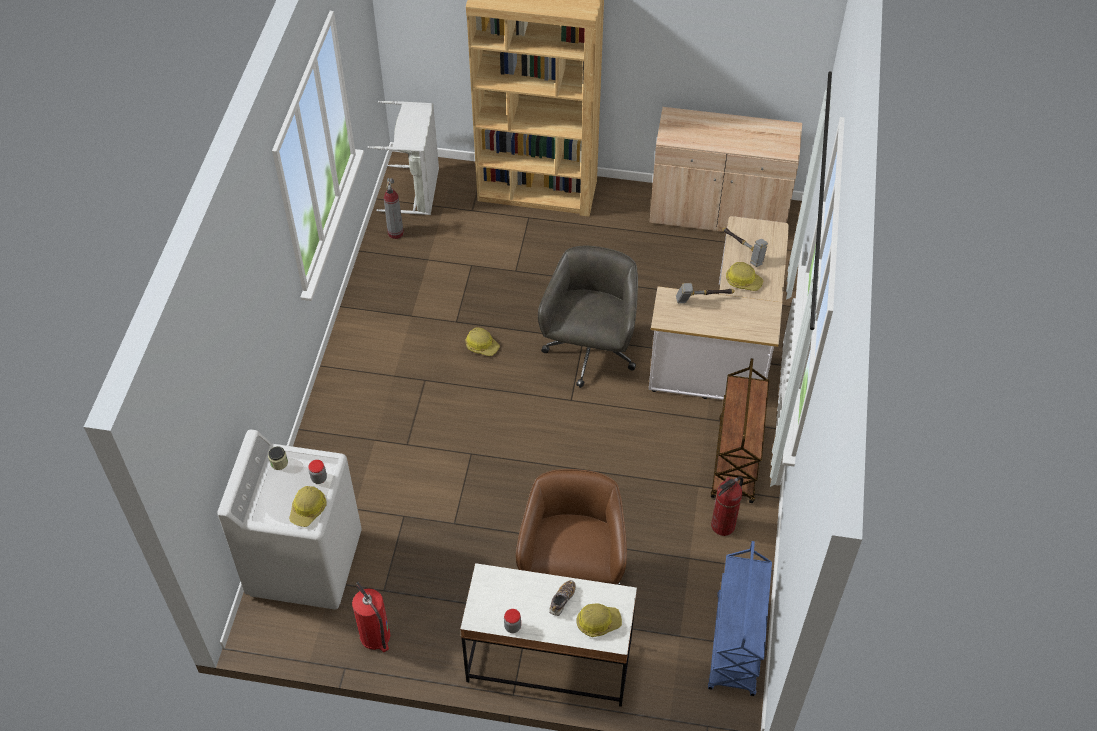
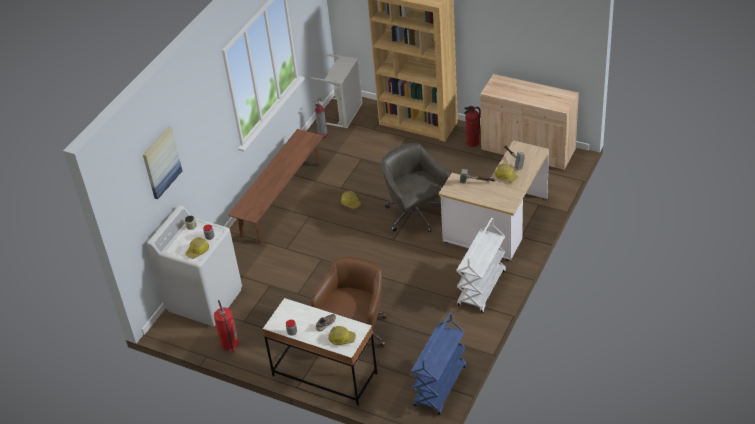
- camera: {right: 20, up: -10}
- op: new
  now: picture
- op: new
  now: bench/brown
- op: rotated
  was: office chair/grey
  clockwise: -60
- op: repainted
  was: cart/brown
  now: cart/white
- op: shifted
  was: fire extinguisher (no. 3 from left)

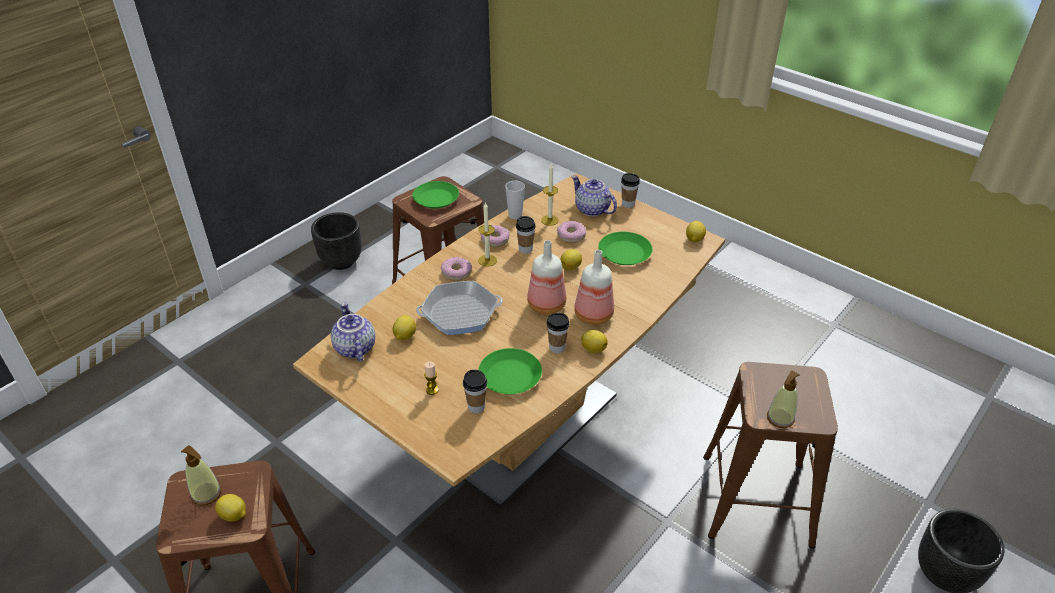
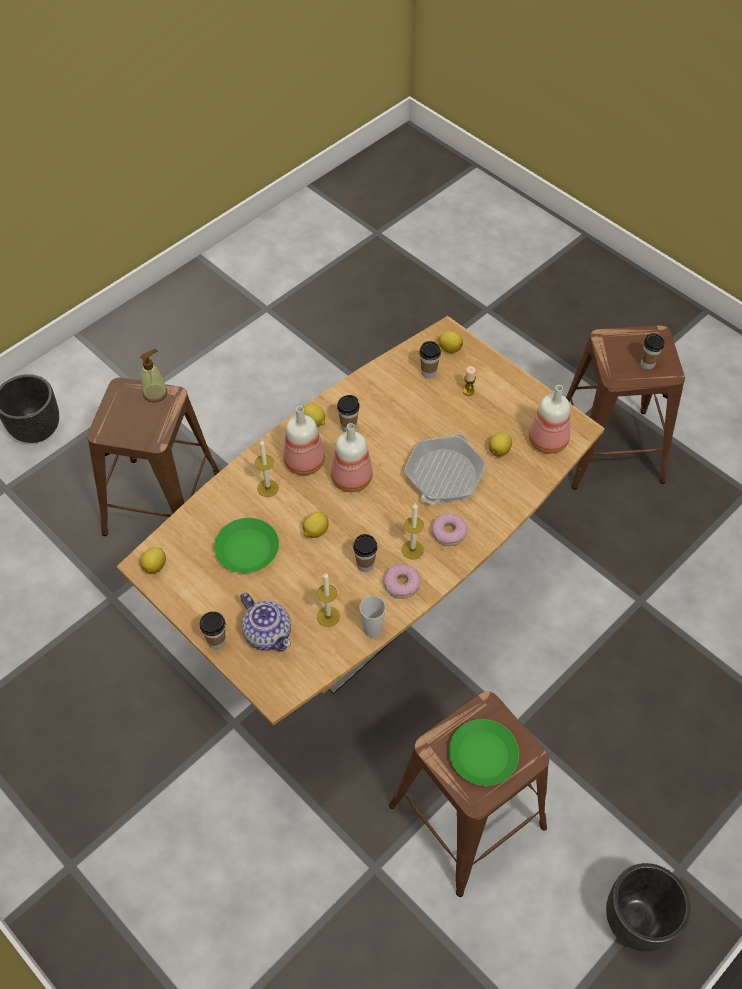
- camera: {right: -175, up: 15}
- op: new
  now: candle (no. 1 from left)
- op: rotated
  was: frying pan
  clockwise: -60
- op: shifted
  was: lemon (no. 1 from left in the first image)
  now: lemon (no. 4 from left)
- op: swapped
  was: teapot (no. 1 from left)
  now: bottle (no. 3 from left)
- op: swapped
  was: soap dispenser (no. 1 from left)
  now: cup (no. 6 from left)
- op: gone
  was: plate/green (no. 2 from left)
- op: gone
  was: donut (no. 3 from left)

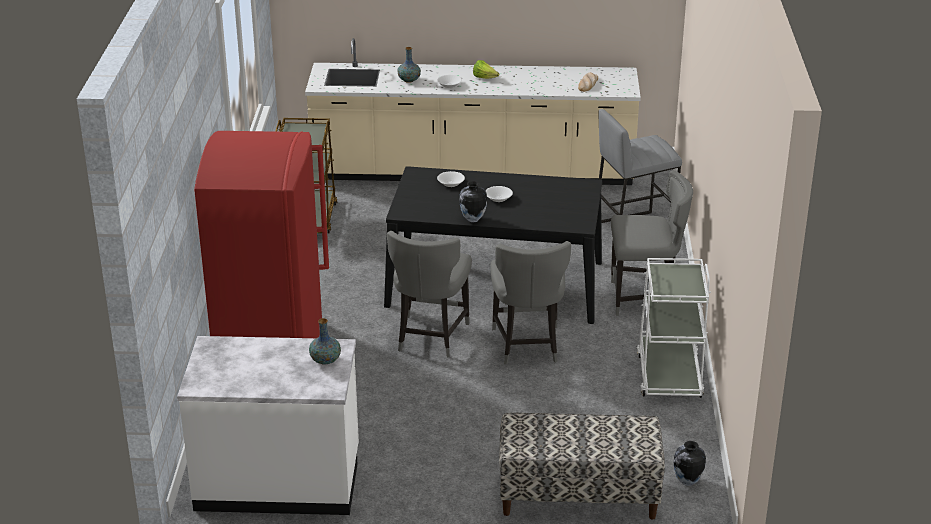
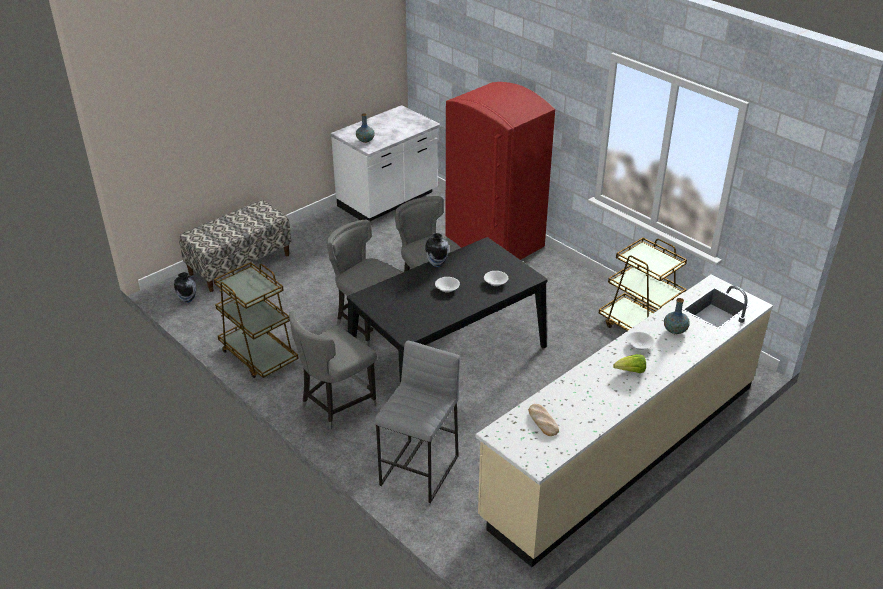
- camera: {right: 135, up: 5}
- op: repainted
  was: cart/white
  now: cart/brown (no. 1 from left)

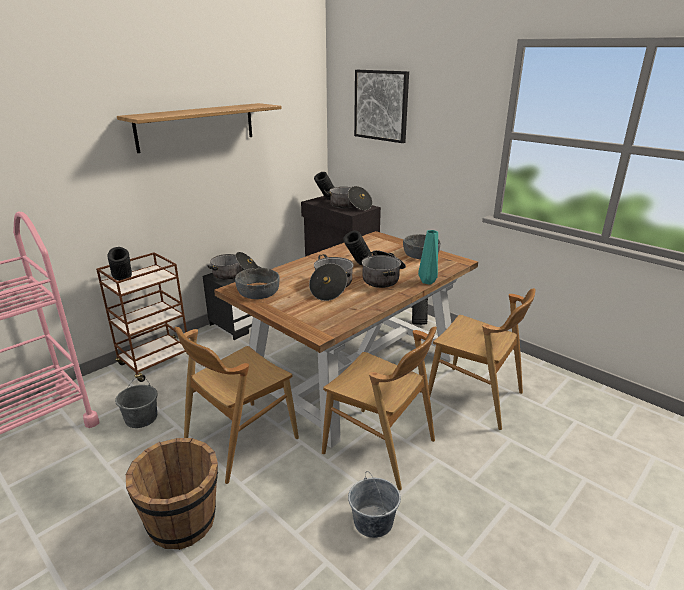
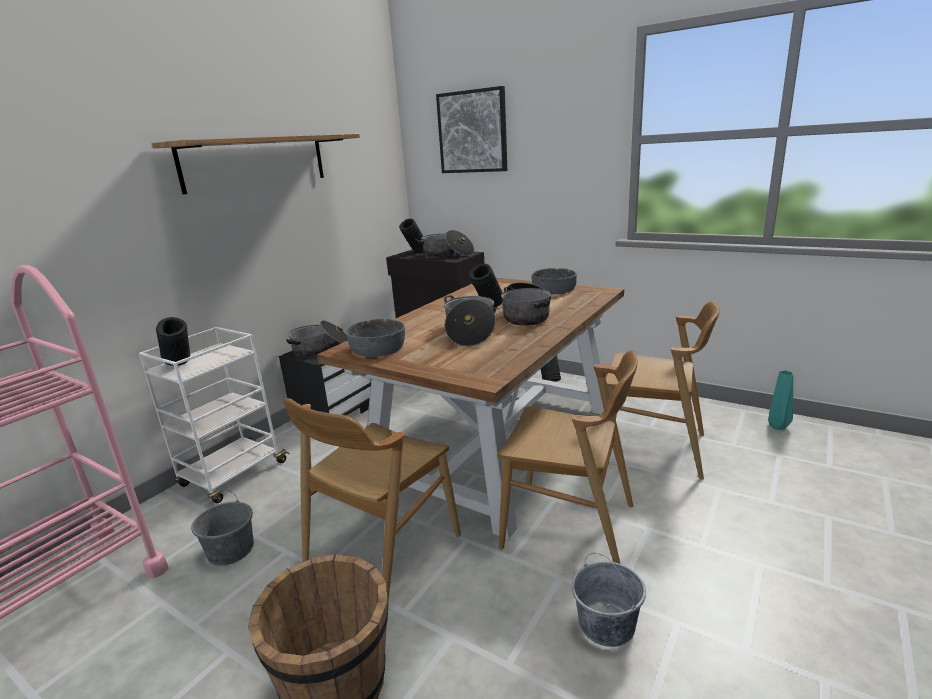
- camera: {right: -10, up: -5}
- op: repainted
  was: cart/brown
  now: cart/white
- op: shifted
  was: vase/turquoise

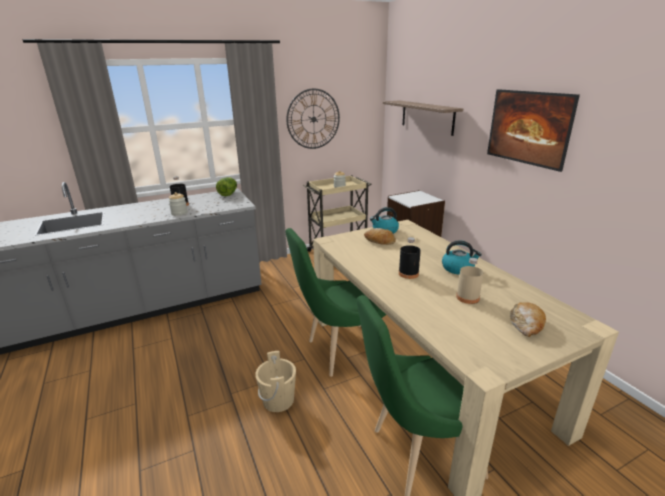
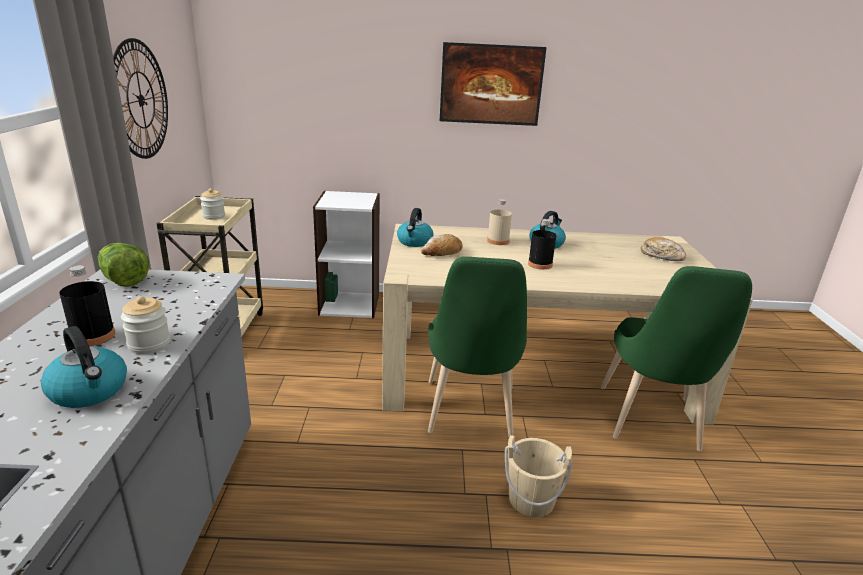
- camera: {right: -65, up: 0}
- op: new
  now: kettle (no. 1 from left)
- op: shifted
  was: bottle/beige
- op: gone
  was: shelf

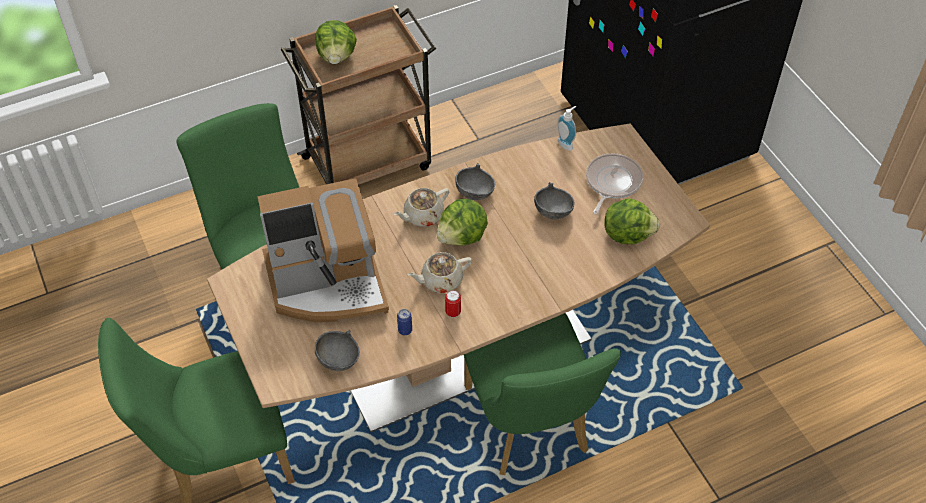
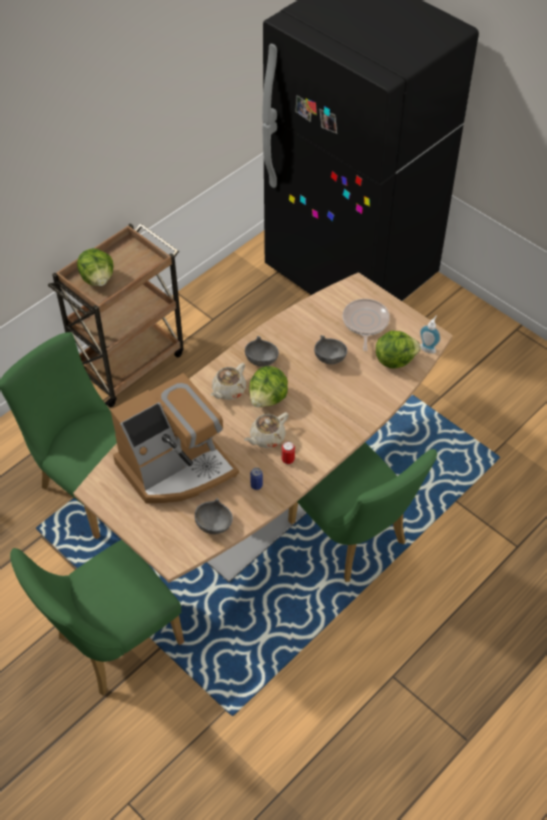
- camera: {right: -20, up: 0}
- op: shifted
  was: soap dispenser

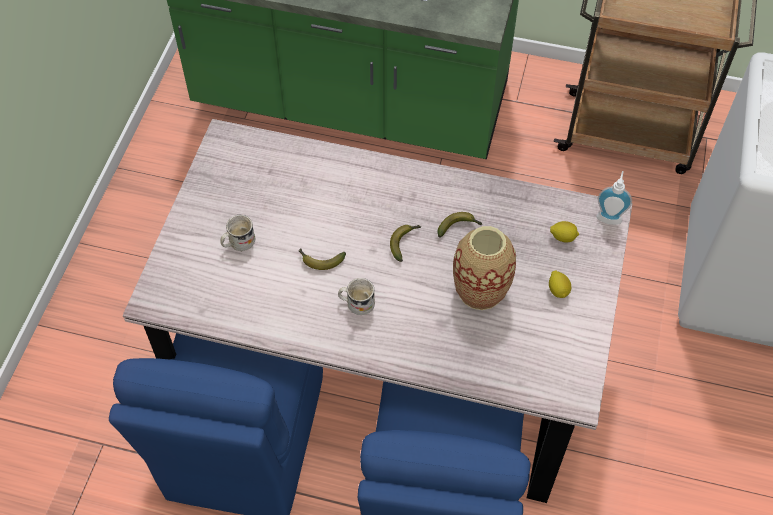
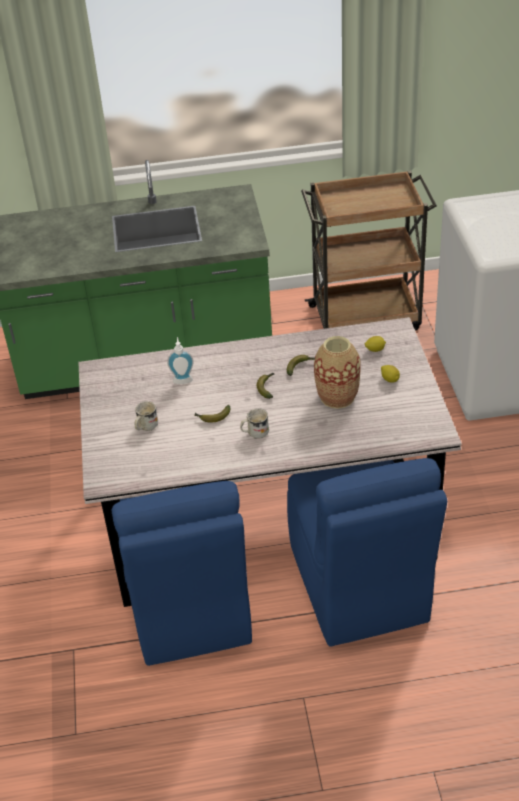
- camera: {right: -20, up: -15}
- op: shifted
  was: soap dispenser

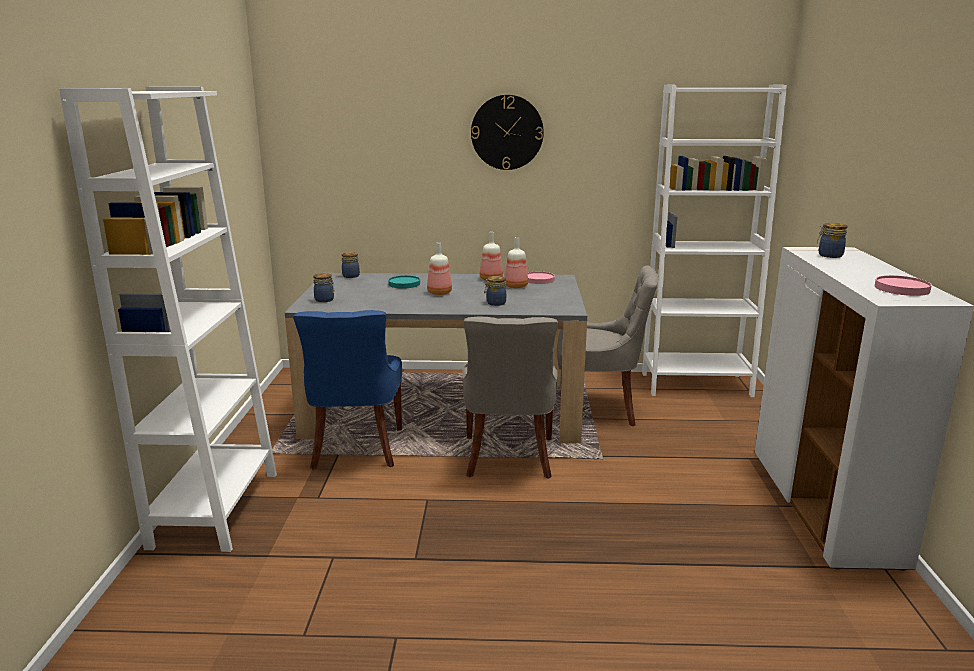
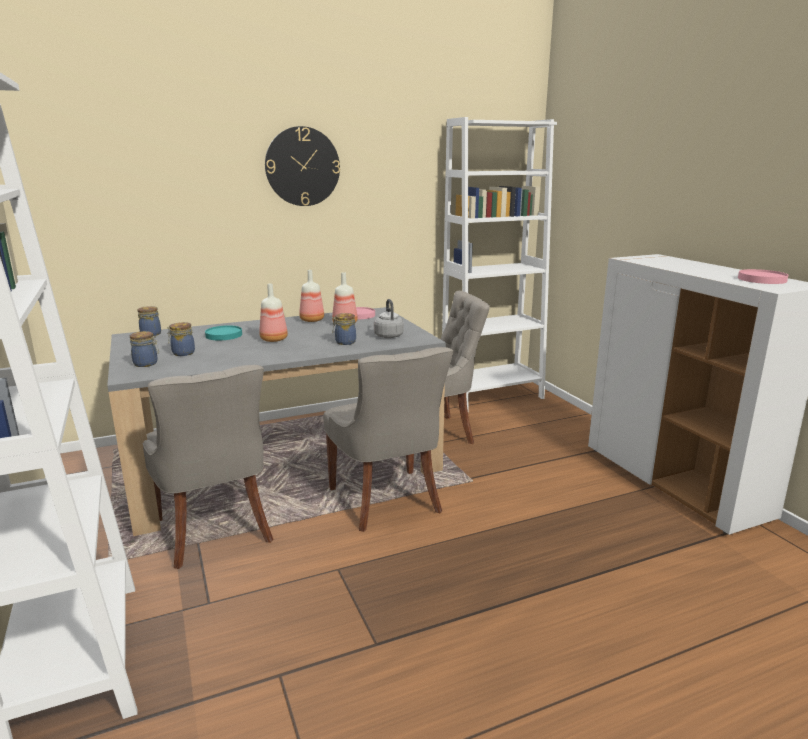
- camera: {right: -25, up: 0}
- op: repainted
  was: chair/blue
  now: chair/grey (no. 1 from left)
- op: shifted
  was: jar (no. 4 from left in the first image)
  now: jar (no. 3 from left)
- op: new
  now: kettle/grey

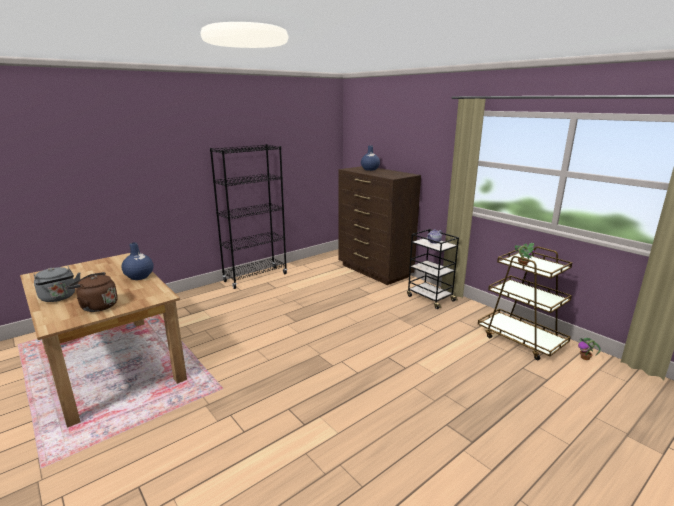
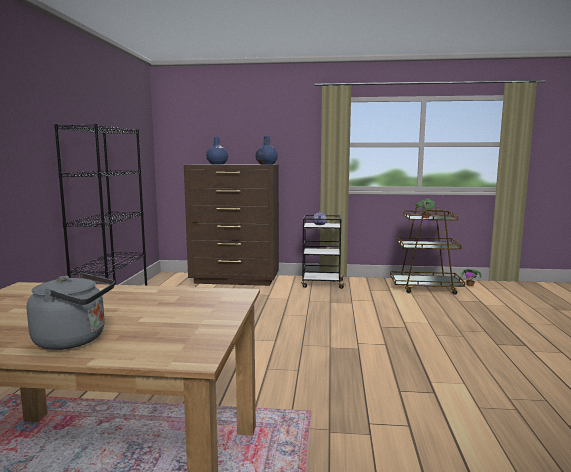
- camera: {right: -45, up: -10}
- op: shifted
  was: vase/blue (no. 1 from left in the first image)
  now: vase/blue (no. 2 from left)
- op: gone
  was: kettle/brown

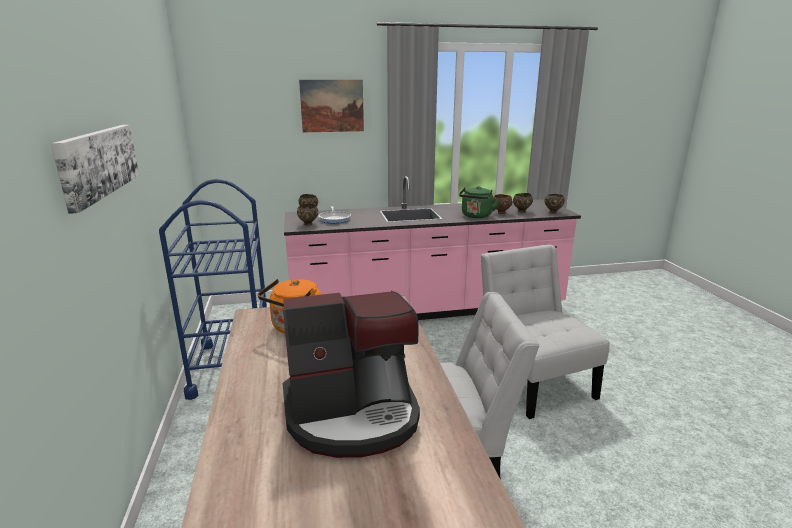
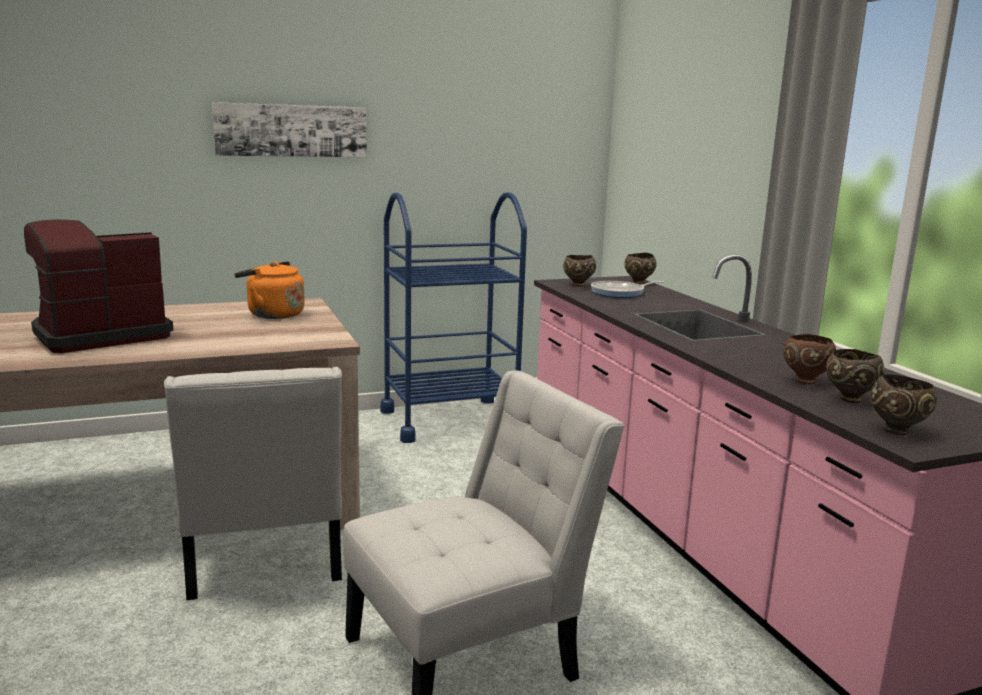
- camera: {right: 80, up: -5}
- op: rotated
  was: coffee machine
  clockwise: 75
- op: gone
  was: picture (no. 2 from left)
- op: gone
  was: kettle/green

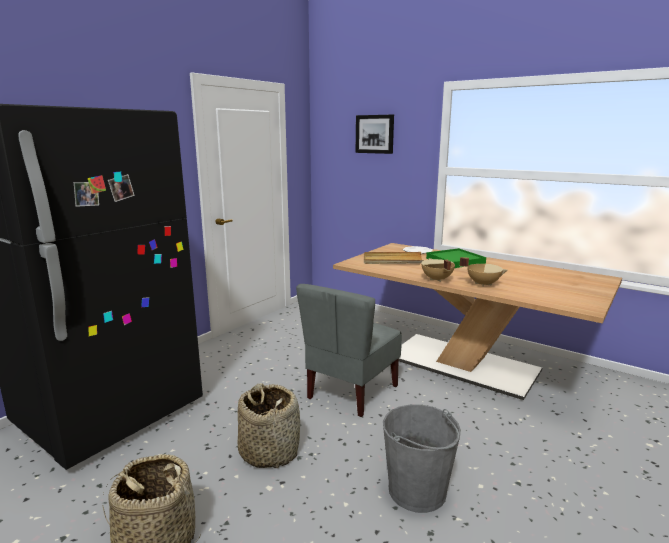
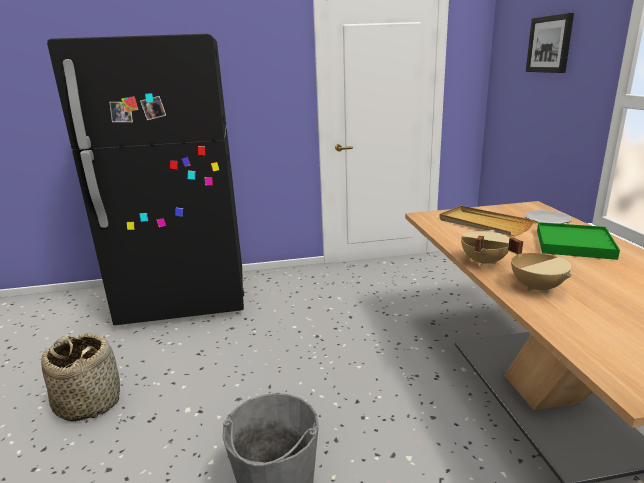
- camera: {right: 45, up: 5}
- op: gone
  was: basket (no. 2 from left)
- op: gone
  was: chair/grey

